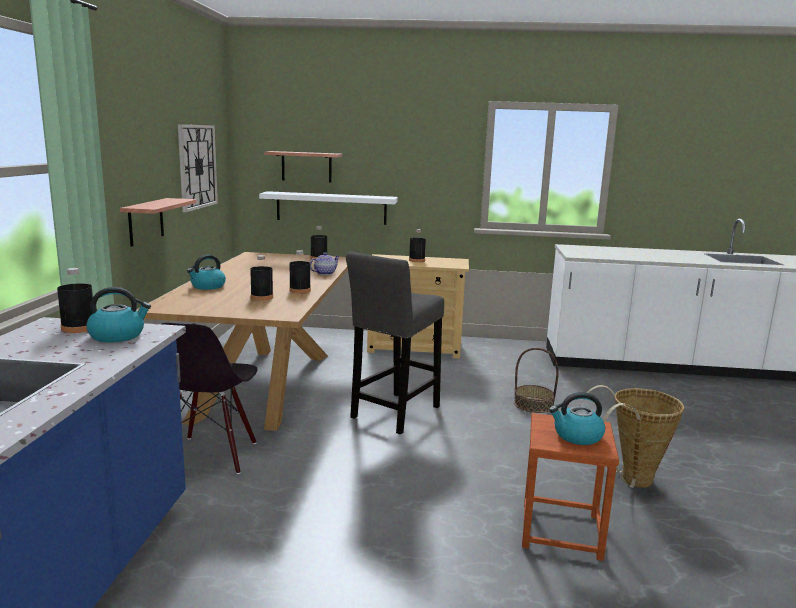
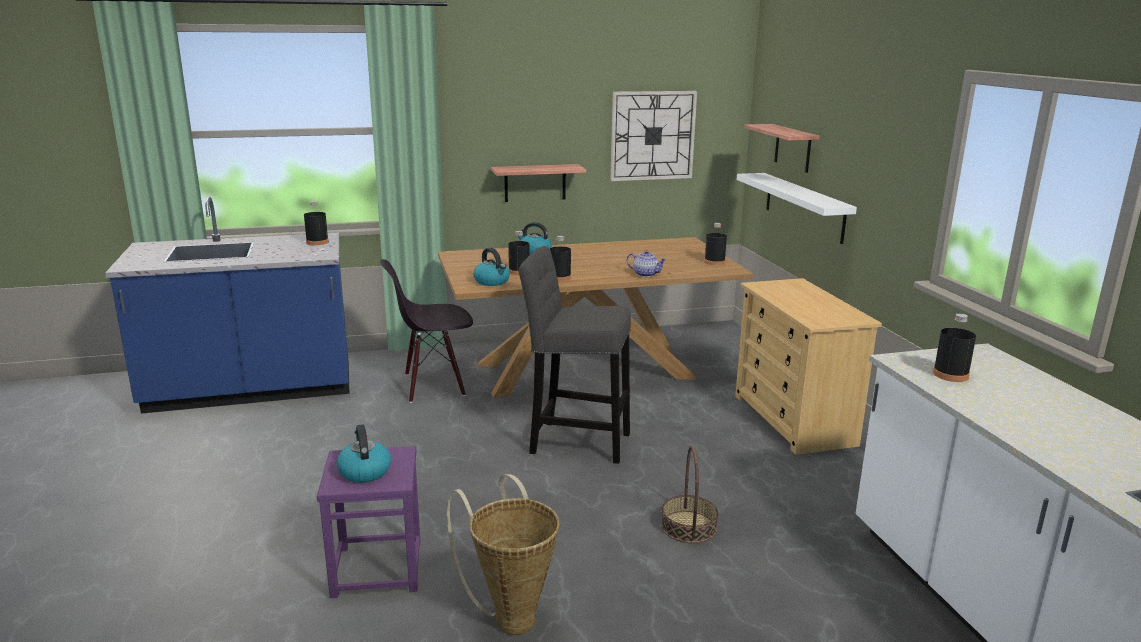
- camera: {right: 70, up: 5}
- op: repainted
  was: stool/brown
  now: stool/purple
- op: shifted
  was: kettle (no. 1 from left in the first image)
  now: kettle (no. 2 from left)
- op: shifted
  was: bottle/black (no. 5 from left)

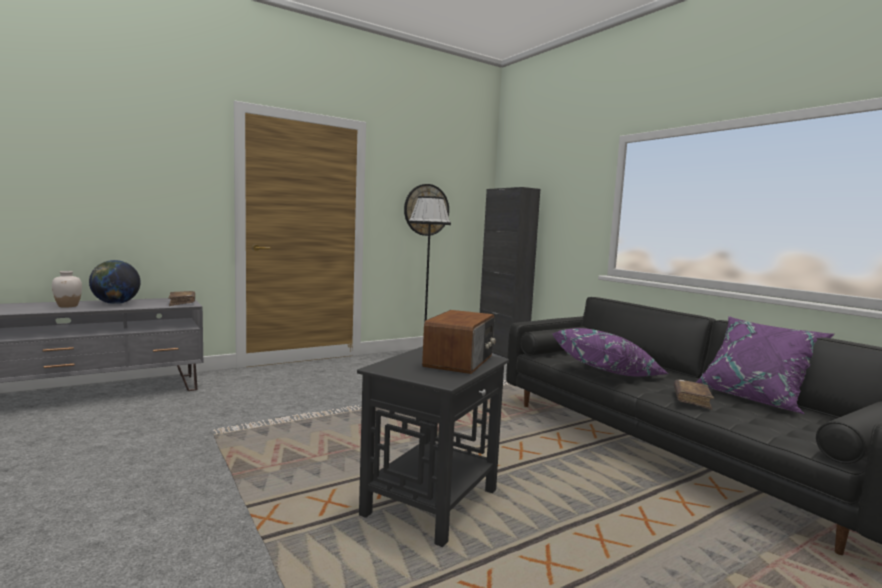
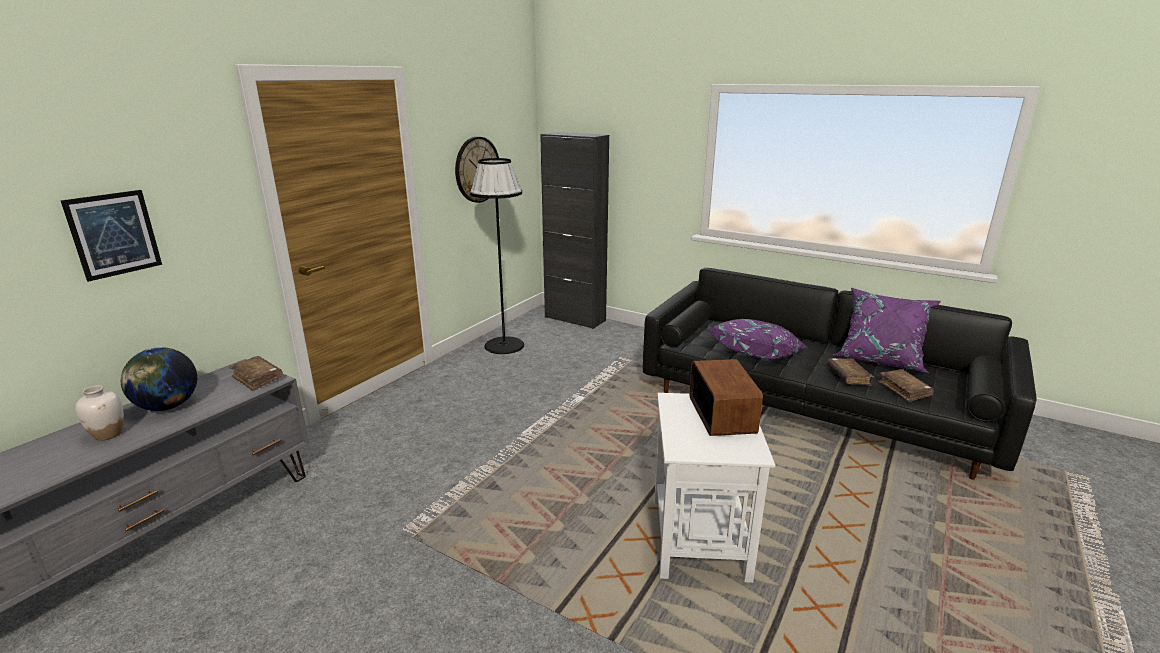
- camera: {right: -25, up: 15}
- op: new
  now: picture
- op: repainted
  was: side table/black
  now: side table/white
- op: new
  now: book/brown (no. 3 from left)

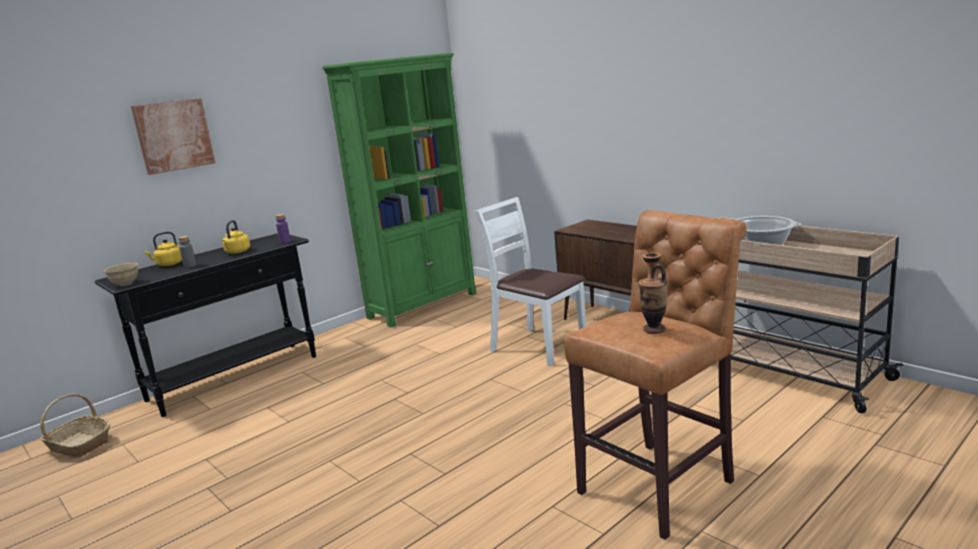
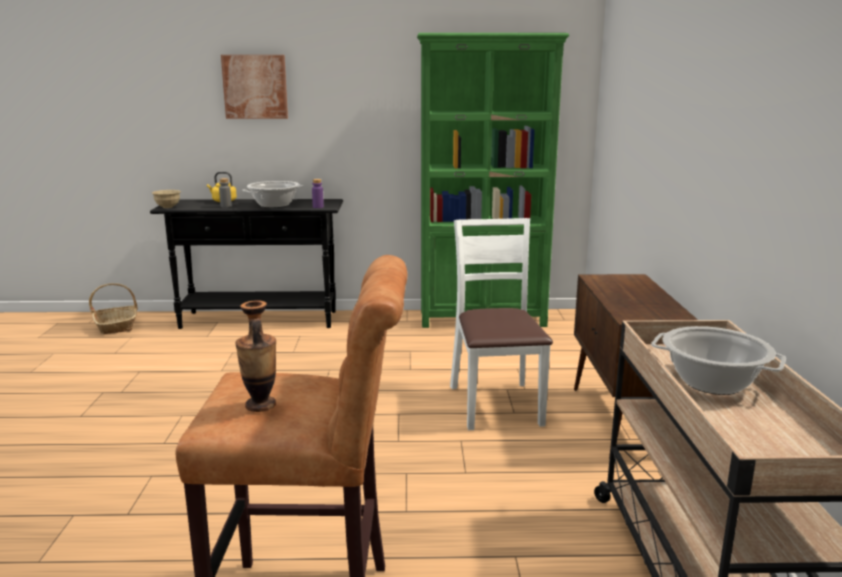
- camera: {right: 40, up: 0}
- op: swapped
  was: kettle/yellow (no. 2 from left)
  now: cooking pot (no. 1 from left)

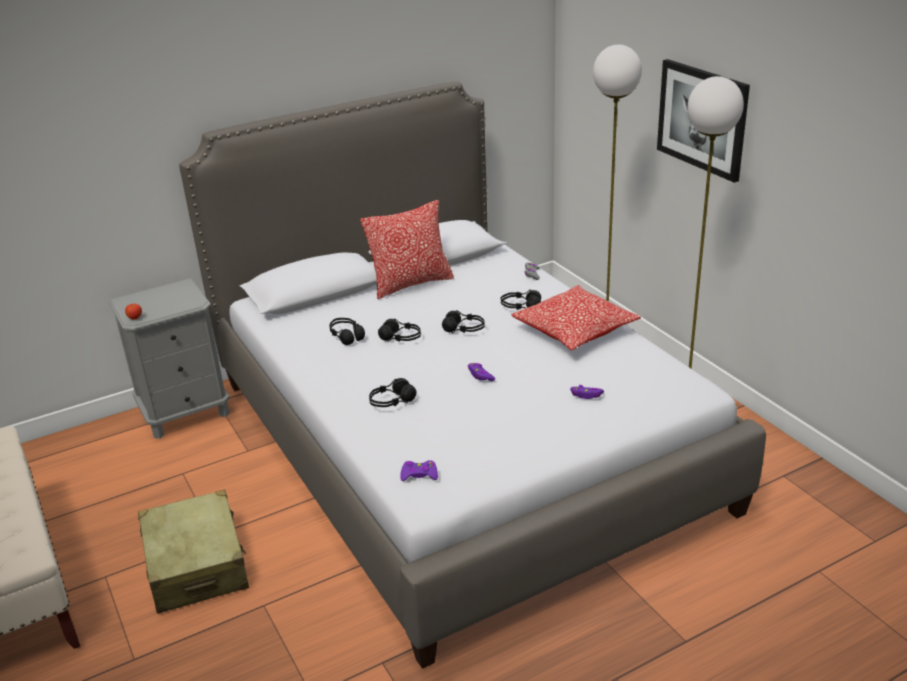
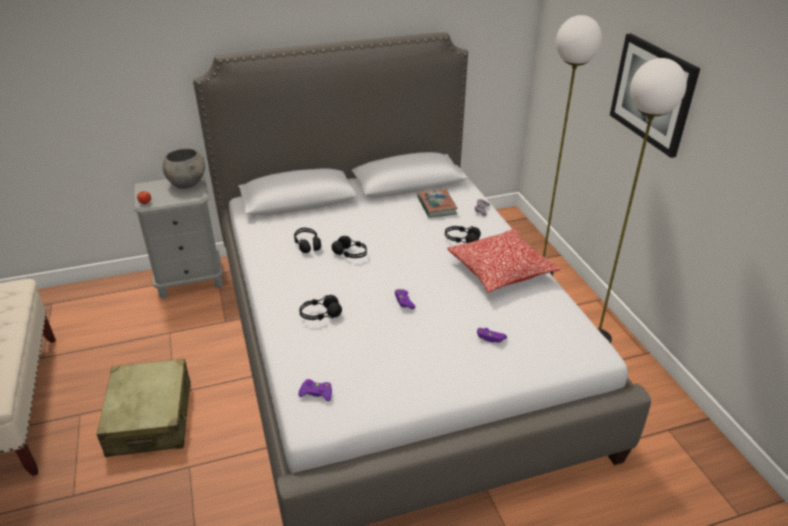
- camera: {right: 10, up: 5}
- op: new
  now: bowl/grey
- op: new
  now: book
- op: gone
  was: pillow (no. 1 from left)
- op: gone
  was: headphones/black (no. 4 from left)

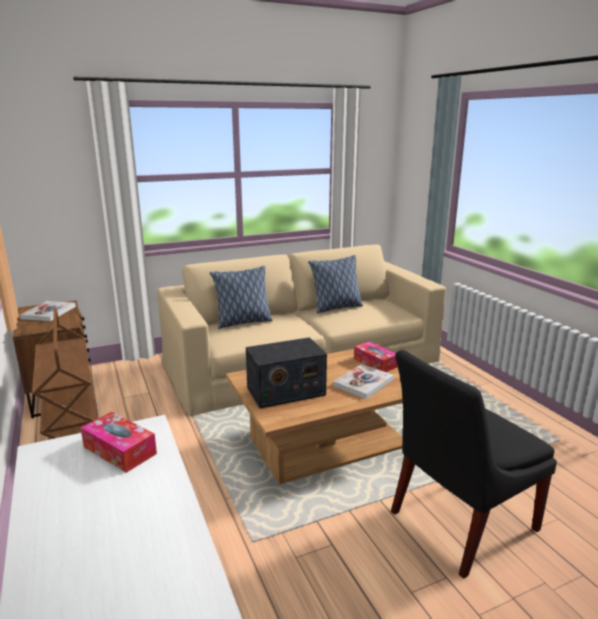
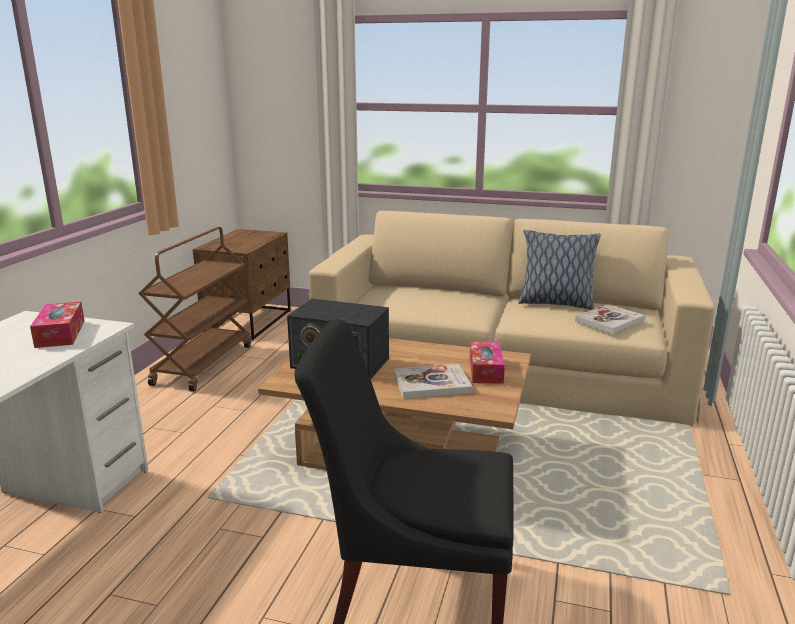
- camera: {right: 40, up: 0}
- op: shifted
  was: book (no. 1 from left in the first image)
  now: book (no. 2 from left)
- op: gone
  was: pillow (no. 1 from left)

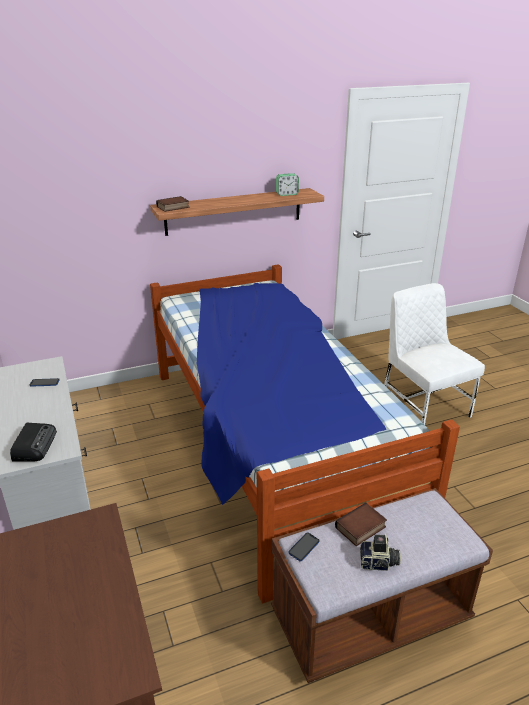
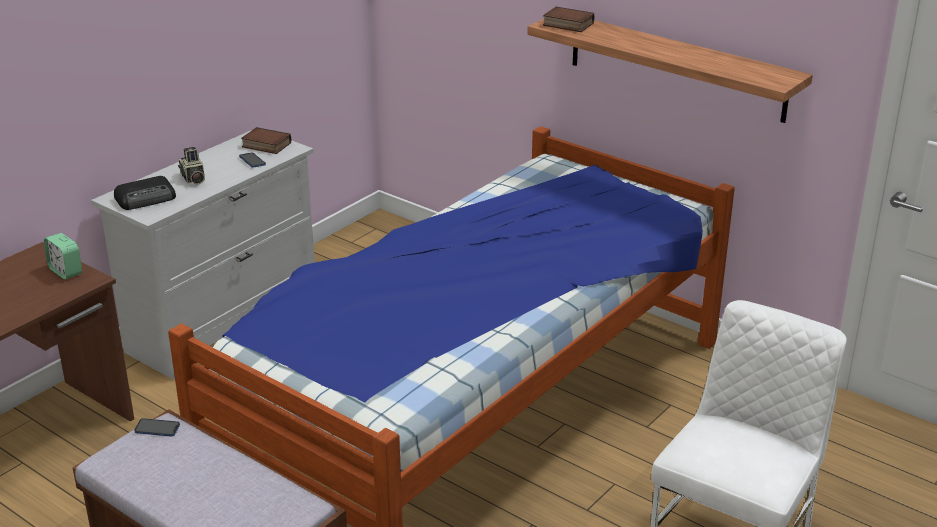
- camera: {right: 60, up: 0}
- op: shifted
  was: alarm clock
- op: shifted
  was: photo camera
- op: shifted
  was: book (no. 2 from left in the first image)
  now: book (no. 1 from left)

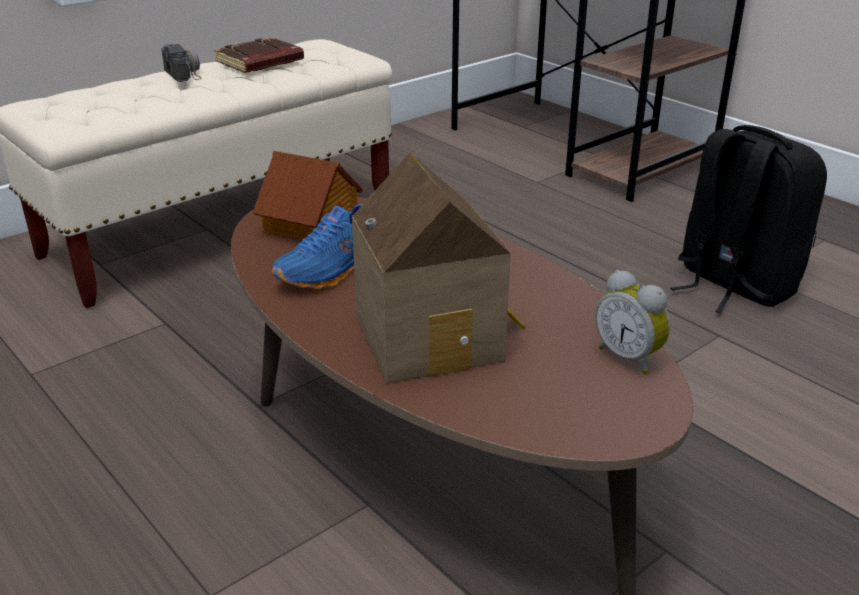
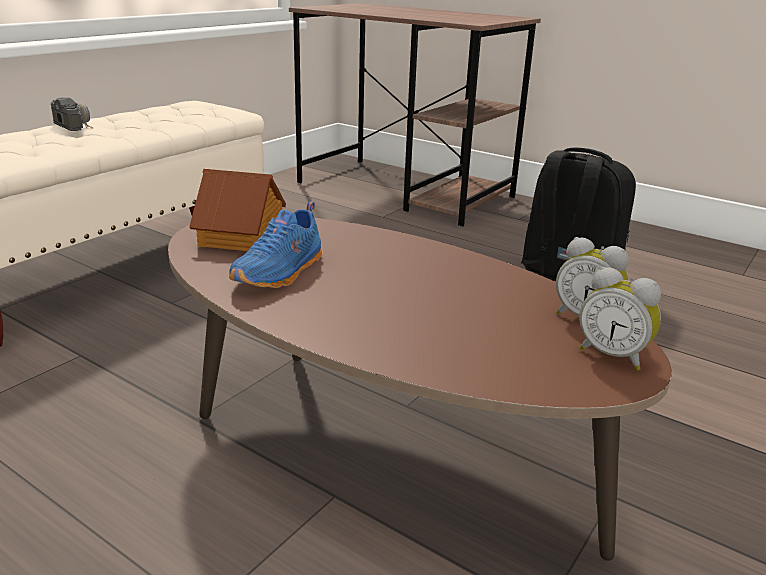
- camera: {right: -15, up: -5}
- op: new
  now: alarm clock (no. 2 from left)
- op: gone
  was: book/brown
- op: gone
  was: toy house (no. 2 from left)

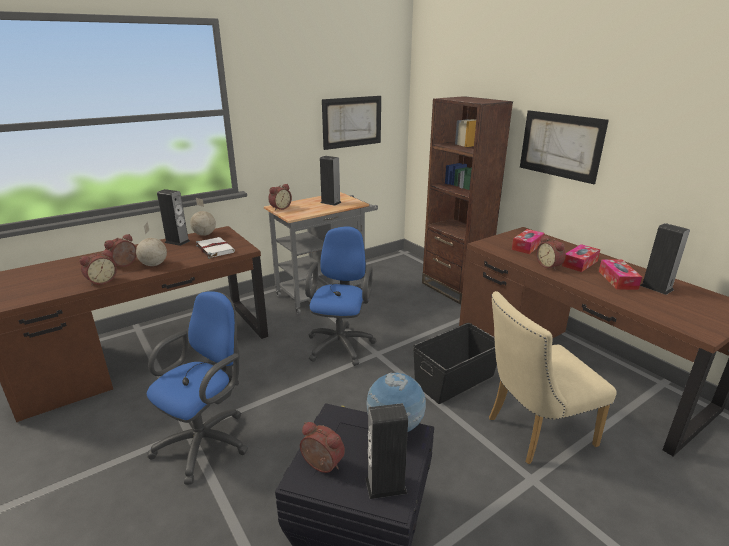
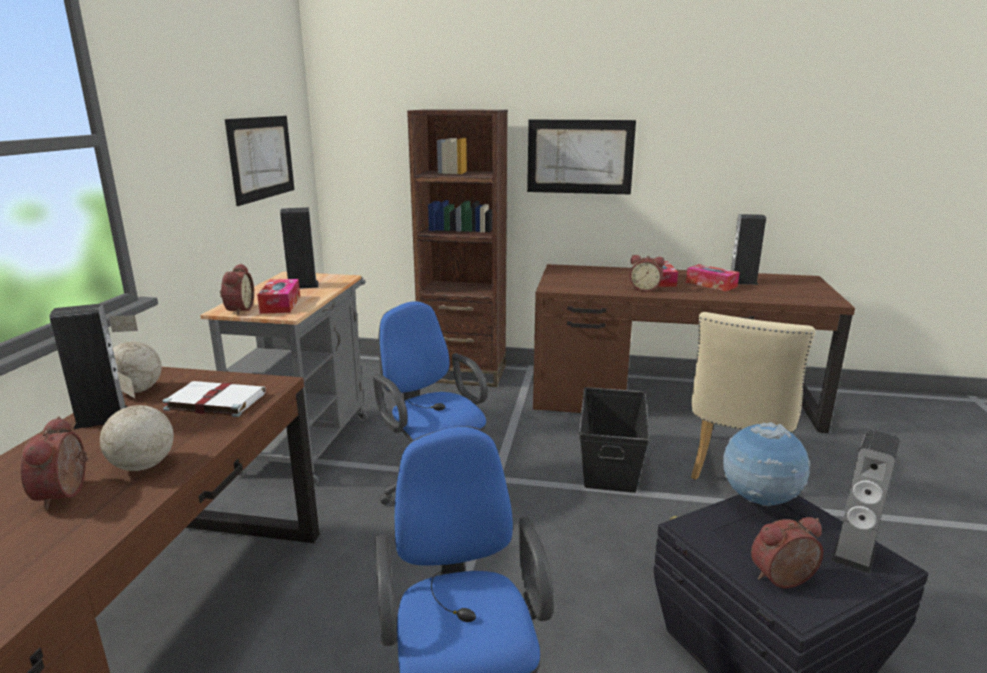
- camera: {right: -45, up: -5}
- op: shifted
  was: tissue box (no. 1 from left)
- op: gone
  was: alarm clock (no. 1 from left)

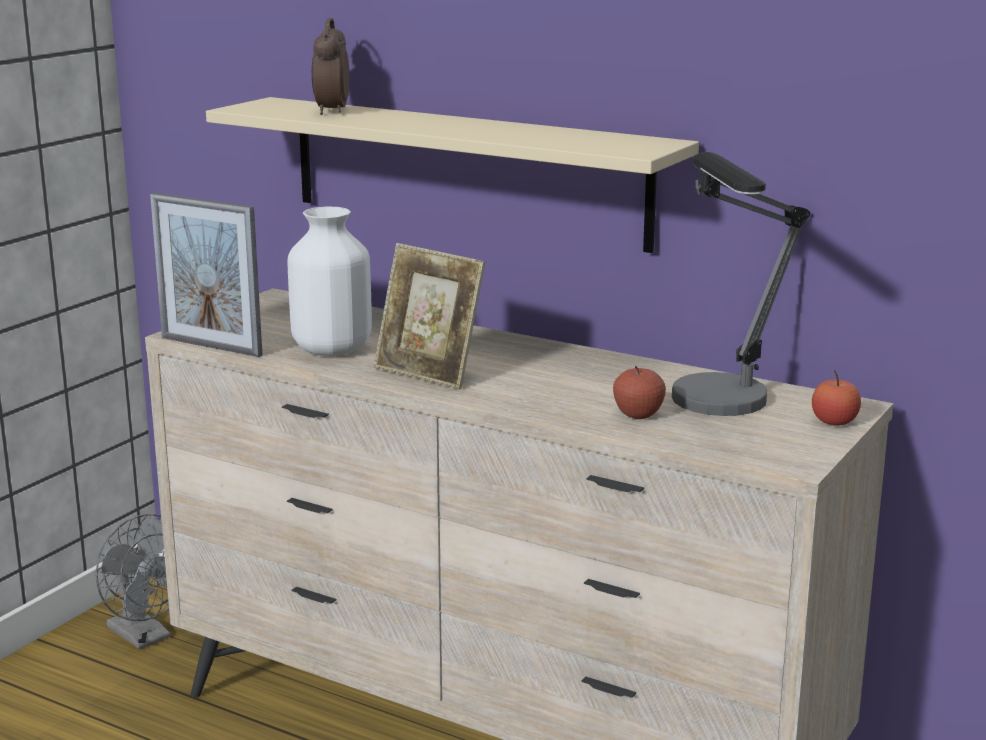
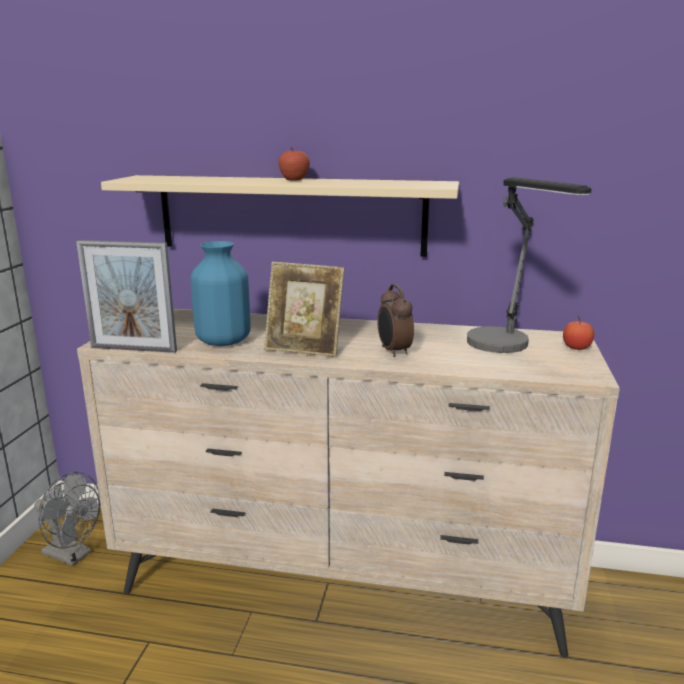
- camera: {right: -20, up: 0}
- op: repainted
  was: vase/white
  now: vase/blue
- op: shifted
  was: apple (no. 1 from left)
- op: shifted
  was: alarm clock

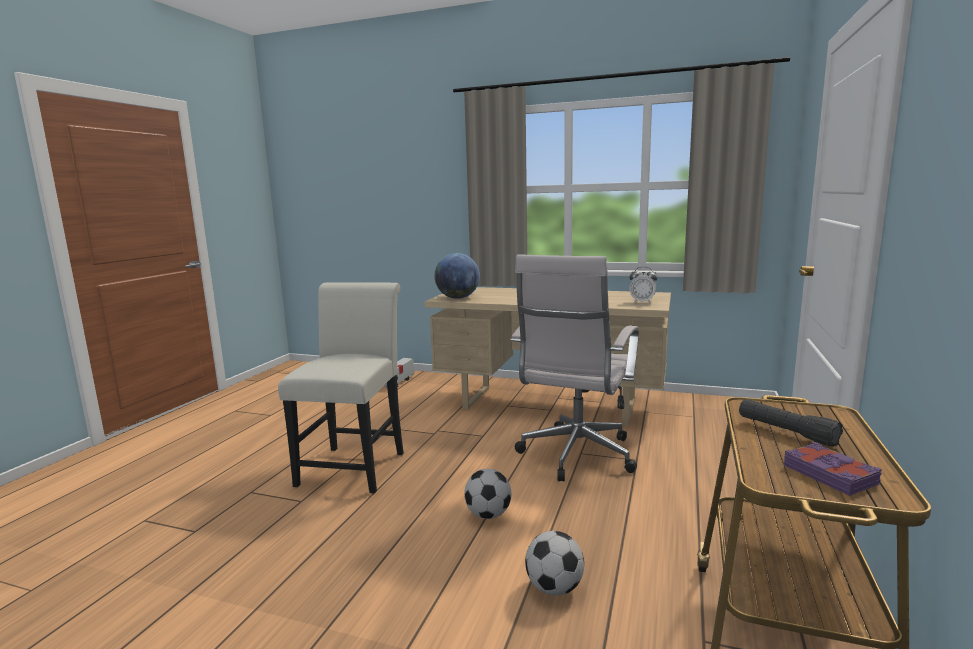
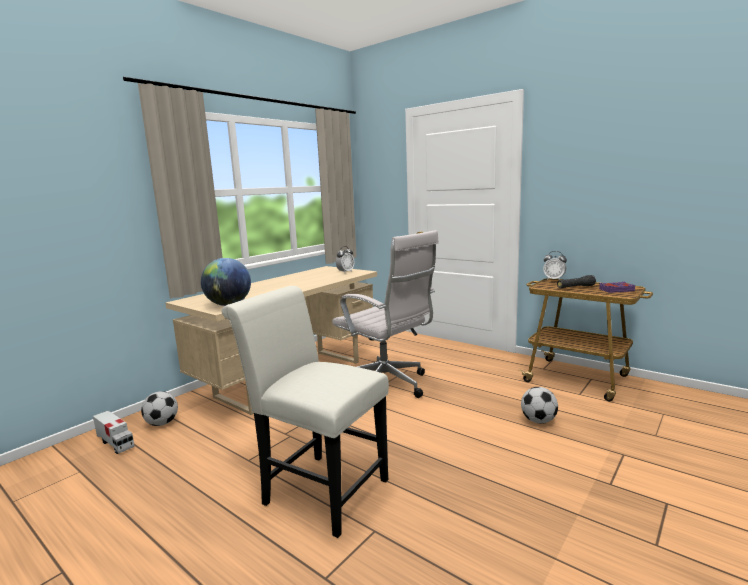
- camera: {right: -70, up: 0}
- op: shifted
  was: football (no. 1 from left)
- op: new
  now: alarm clock (no. 2 from left)

